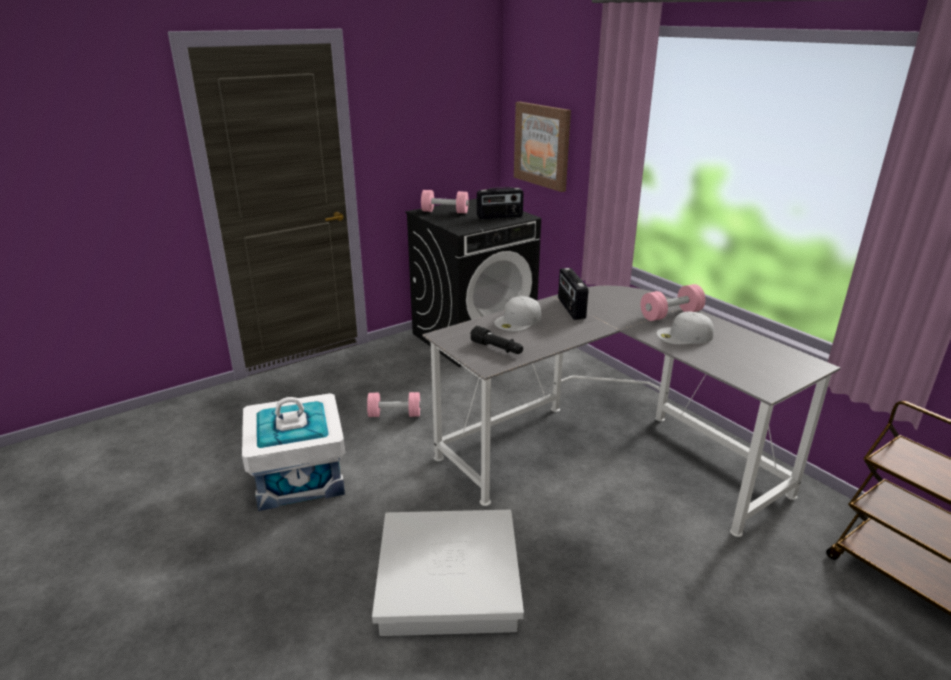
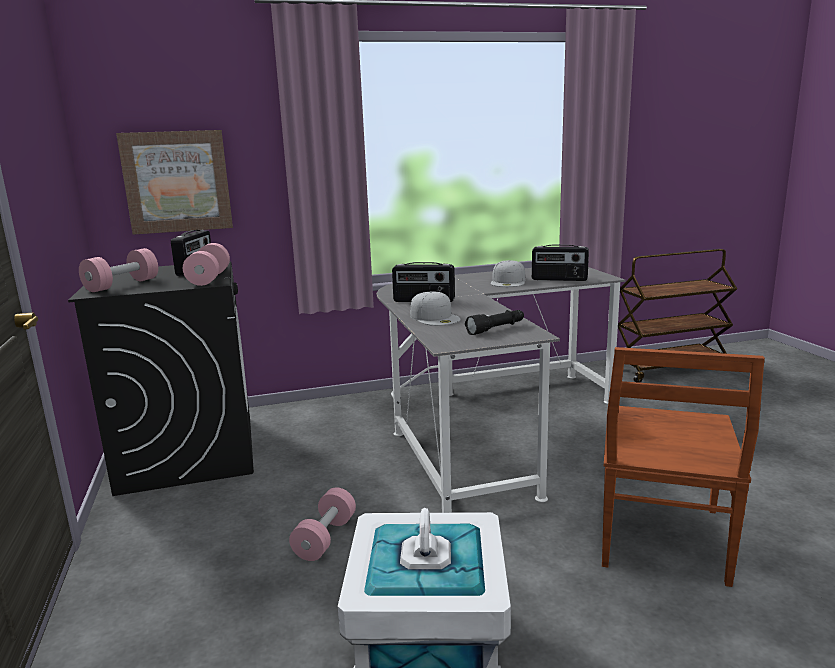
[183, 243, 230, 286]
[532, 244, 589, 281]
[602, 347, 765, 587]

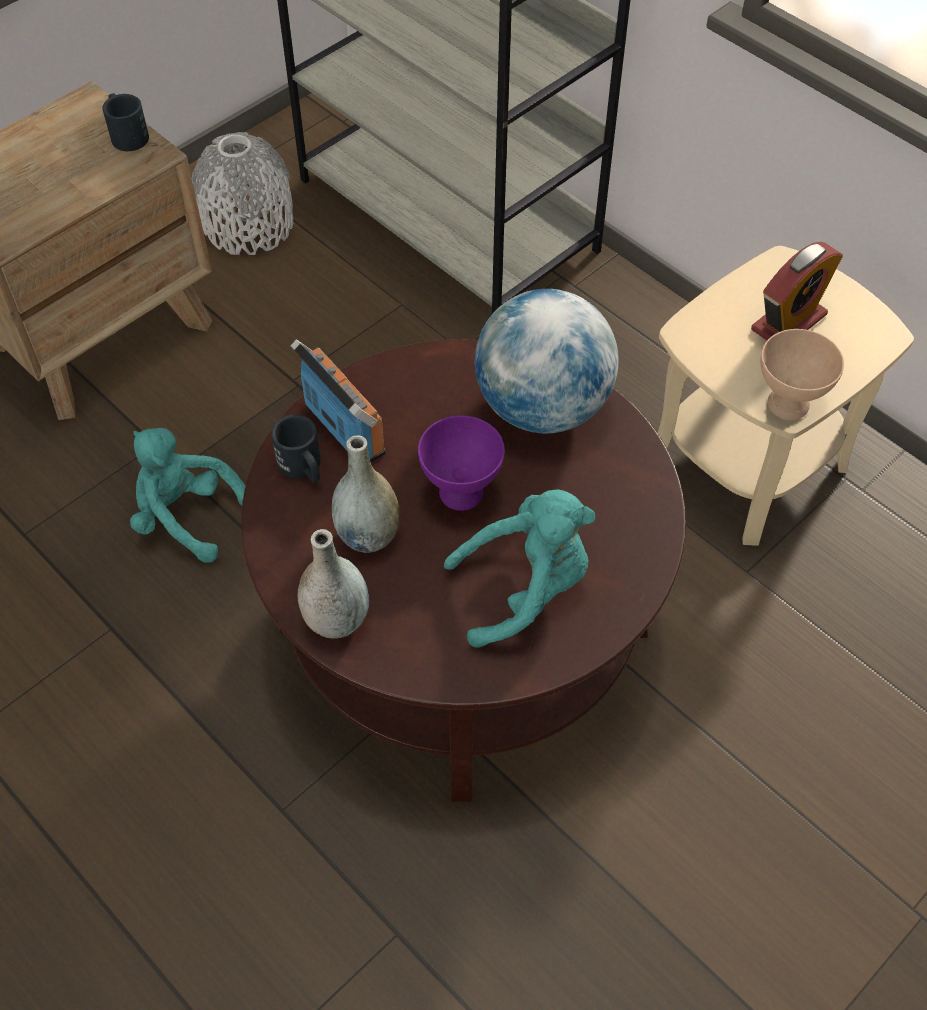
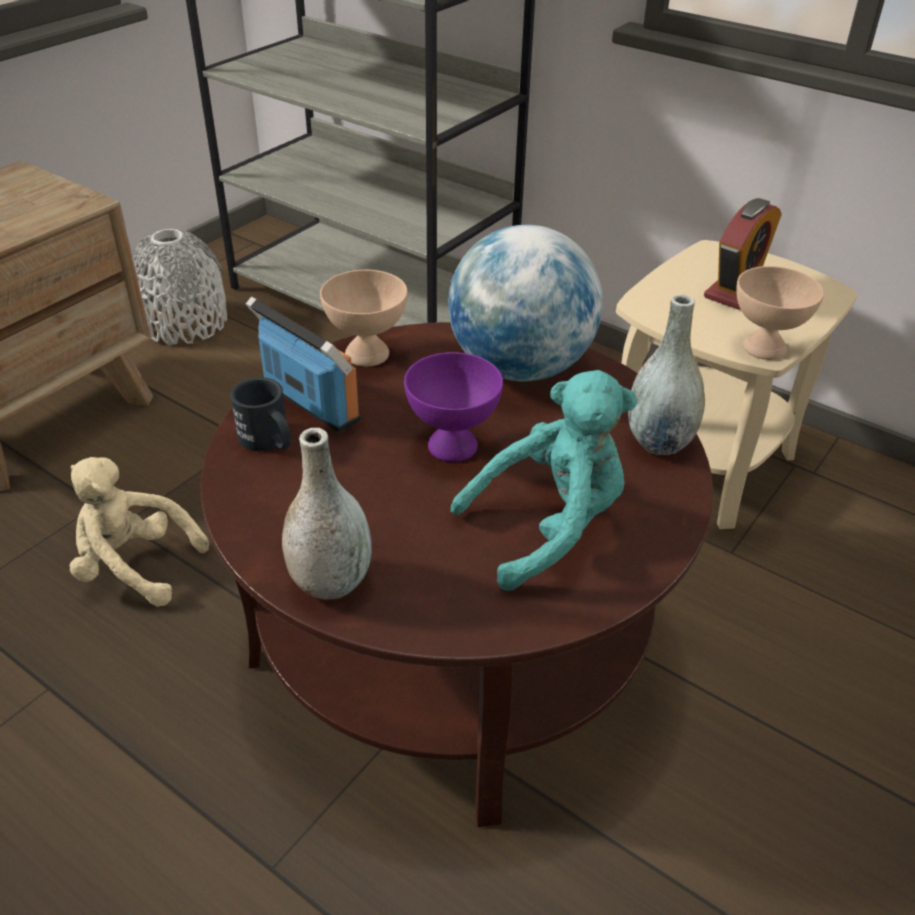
[69, 457, 209, 607]
[320, 270, 408, 367]
[628, 295, 705, 455]
[102, 93, 149, 151] (first image)

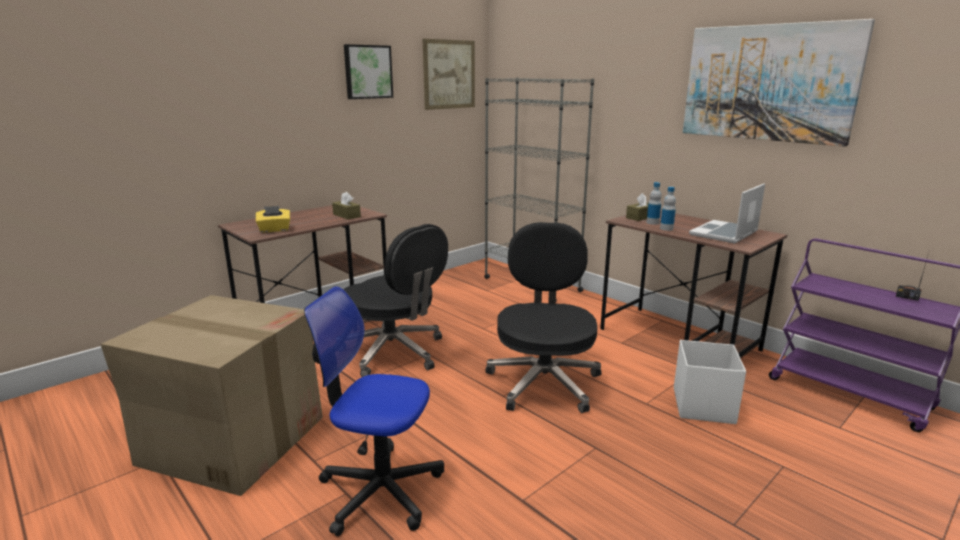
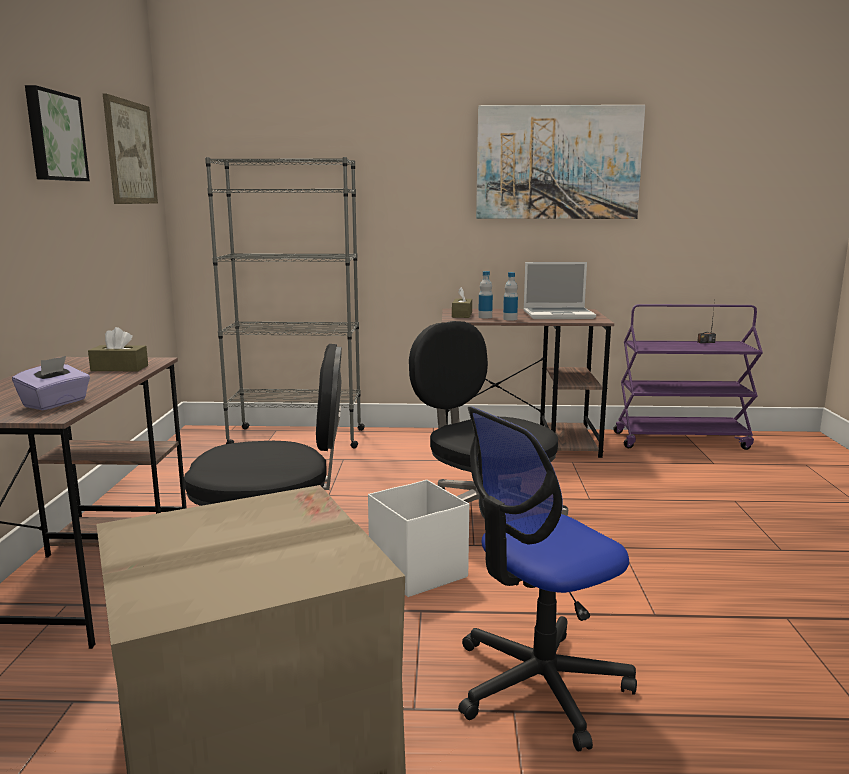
[12, 356, 90, 410]
[368, 480, 469, 597]
[523, 262, 596, 319]

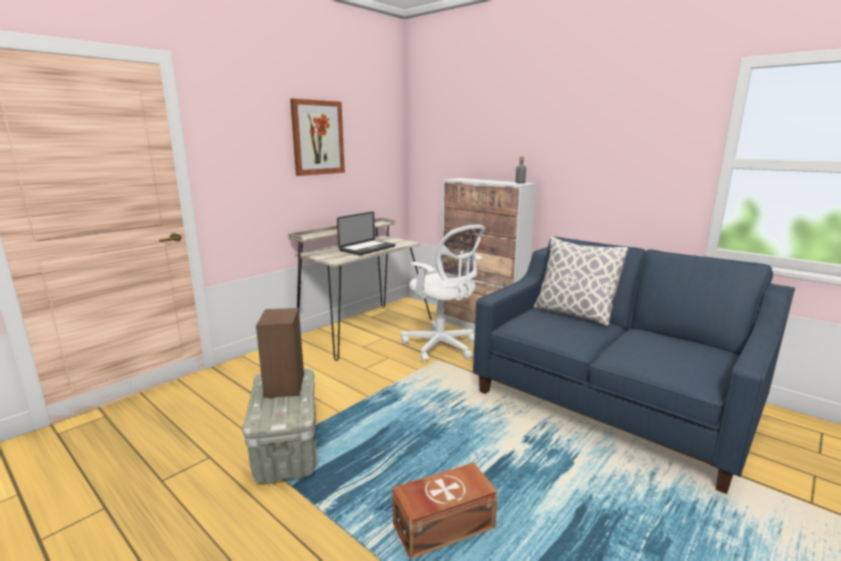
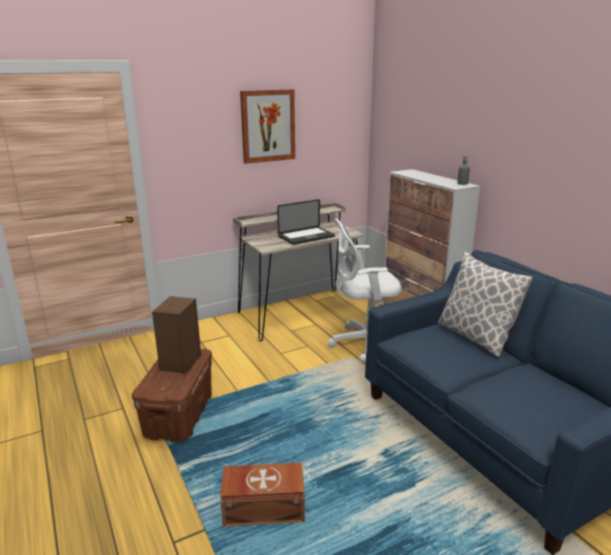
[132, 349, 212, 442]
[327, 219, 402, 364]

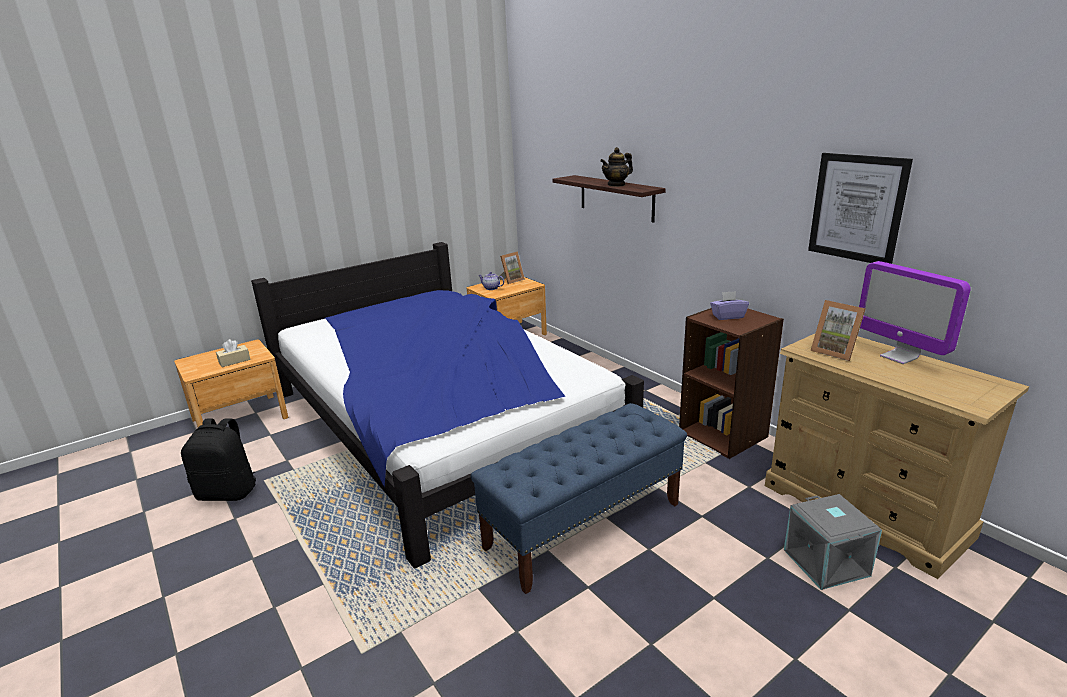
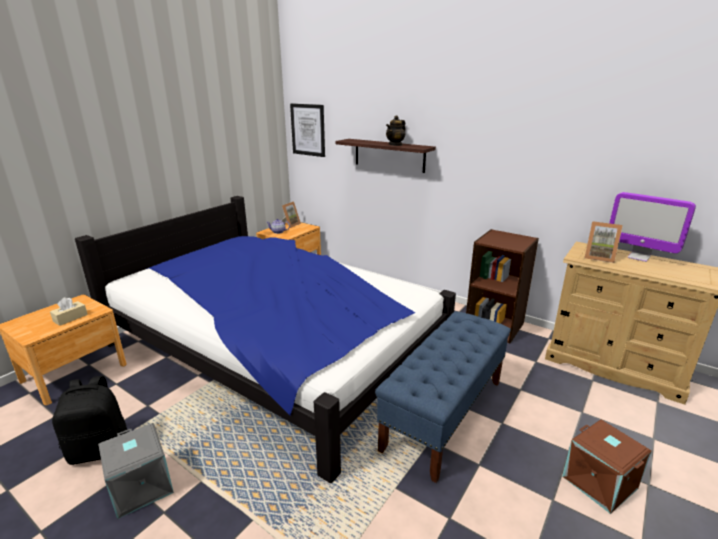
[98, 423, 174, 519]
[290, 103, 325, 157]
[562, 419, 652, 514]
[710, 291, 749, 320] (first image)

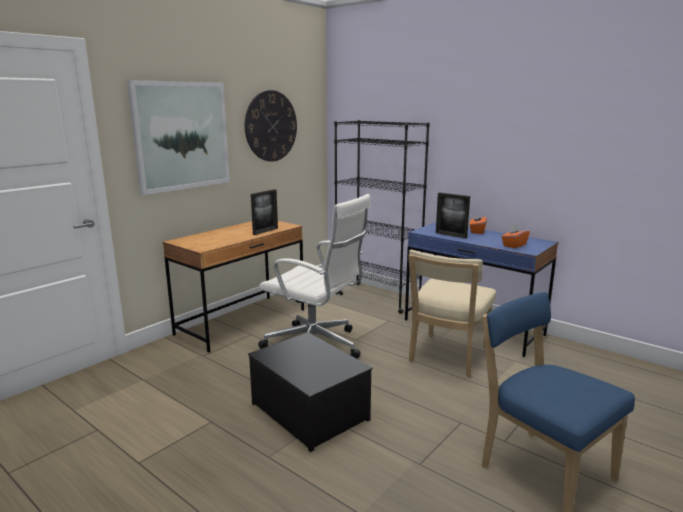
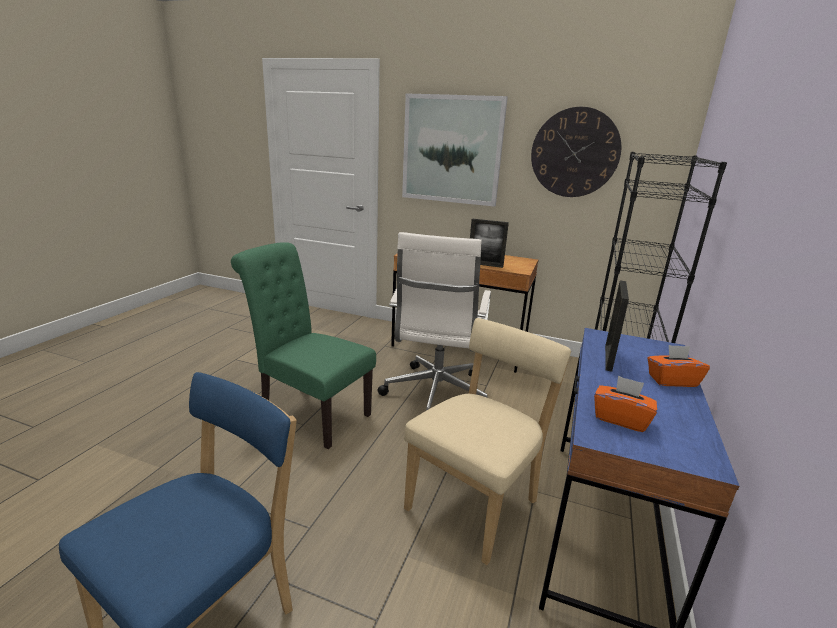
[231, 242, 376, 449]
[404, 318, 571, 565]

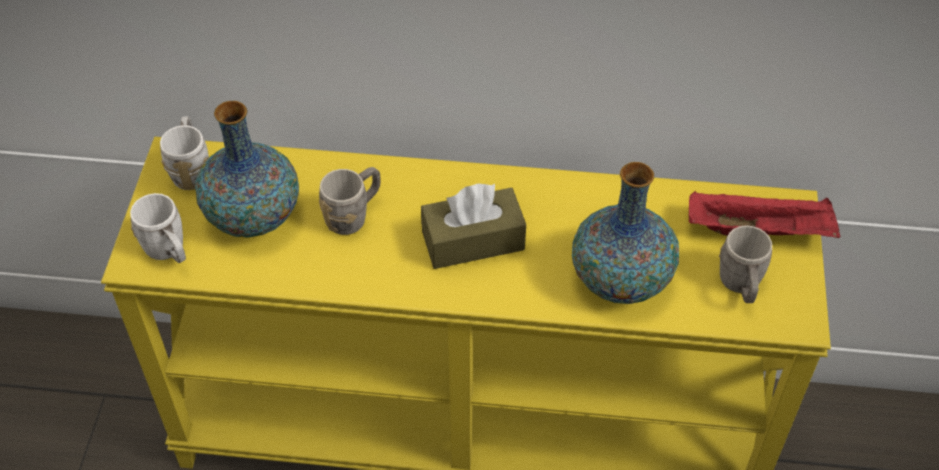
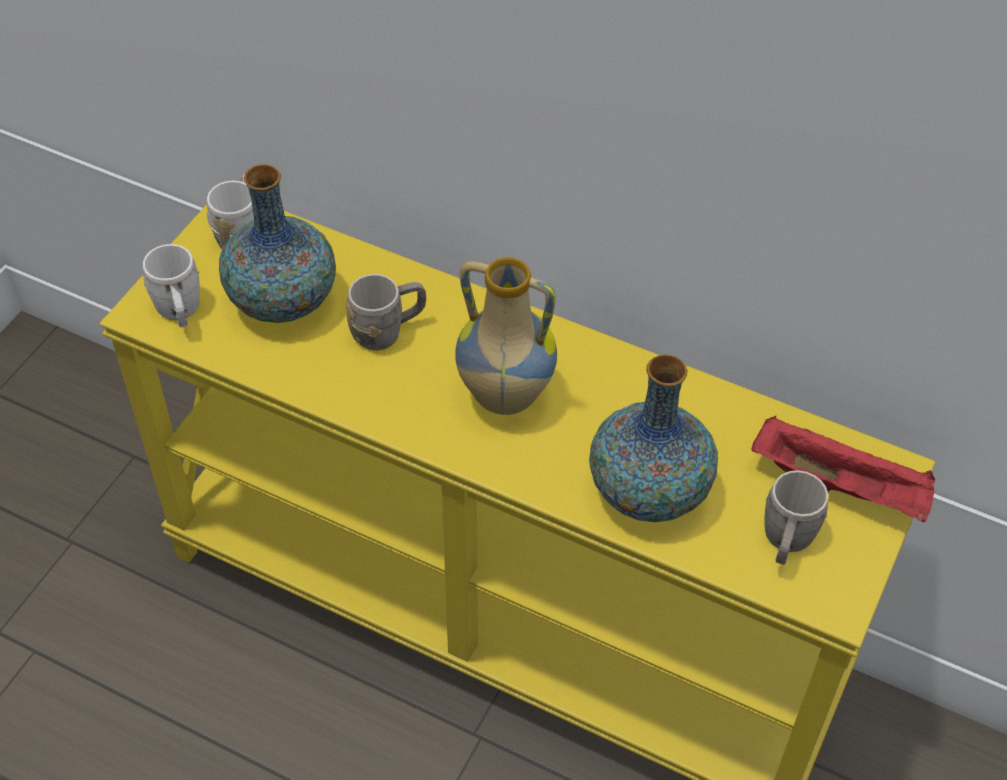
[455, 257, 557, 415]

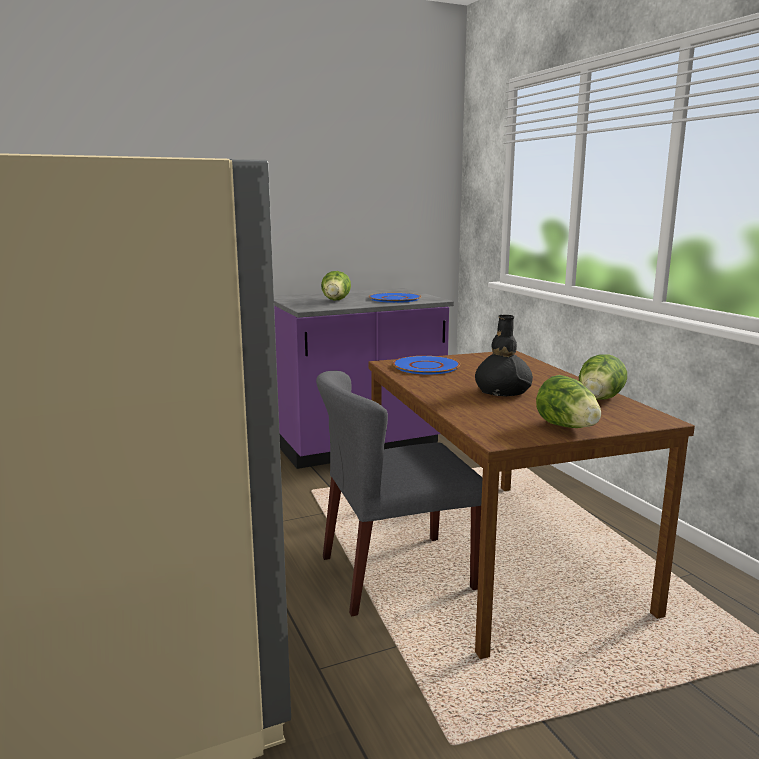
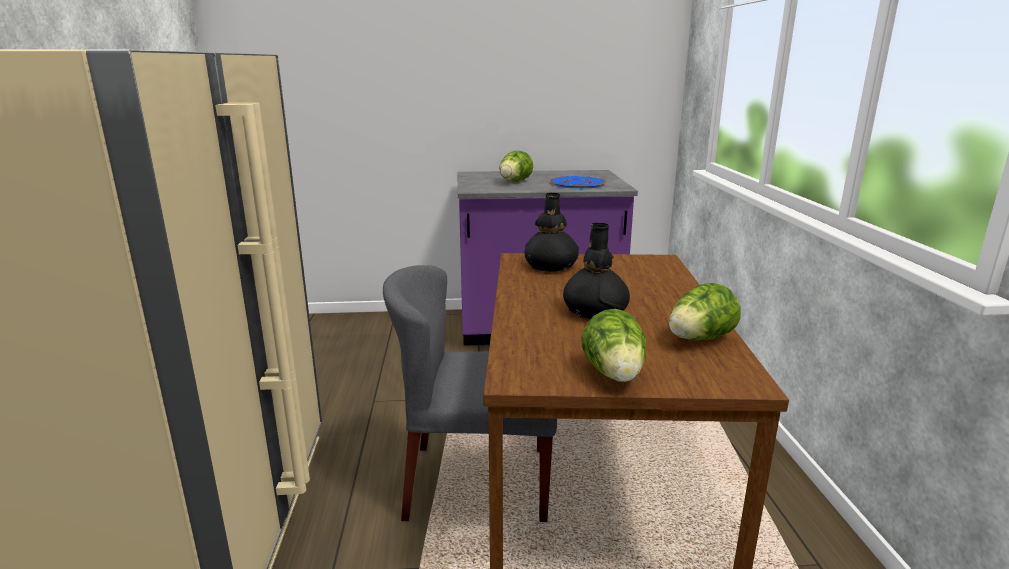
[525, 193, 579, 272]

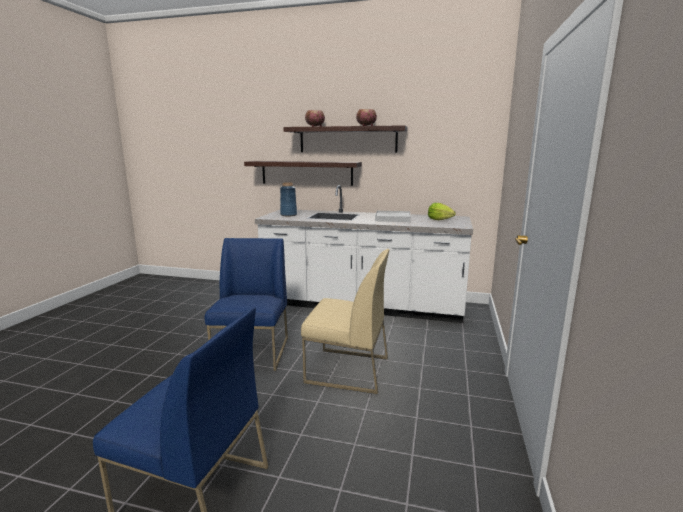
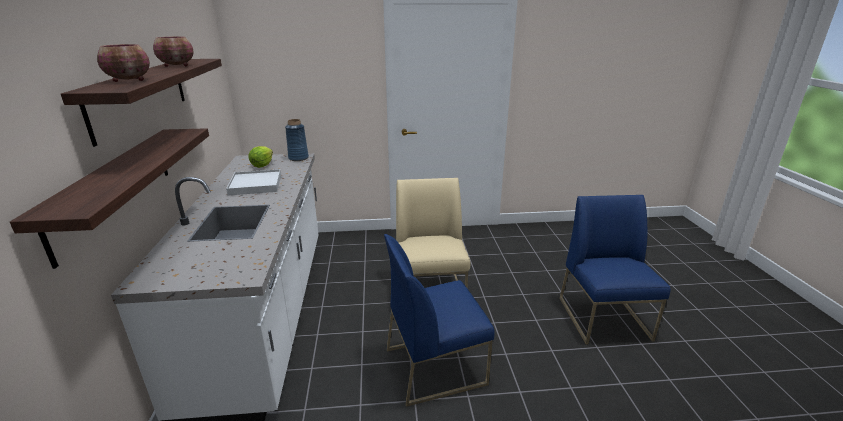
[285, 119, 309, 161]

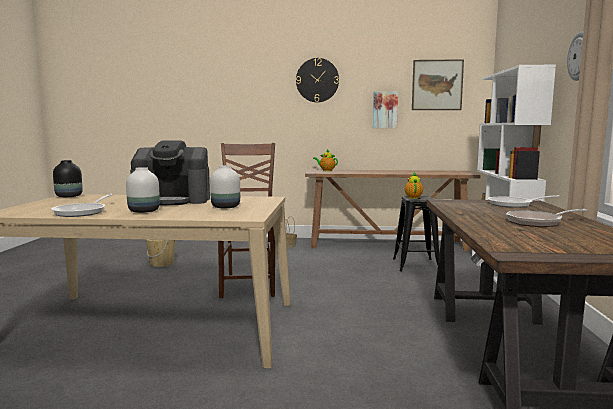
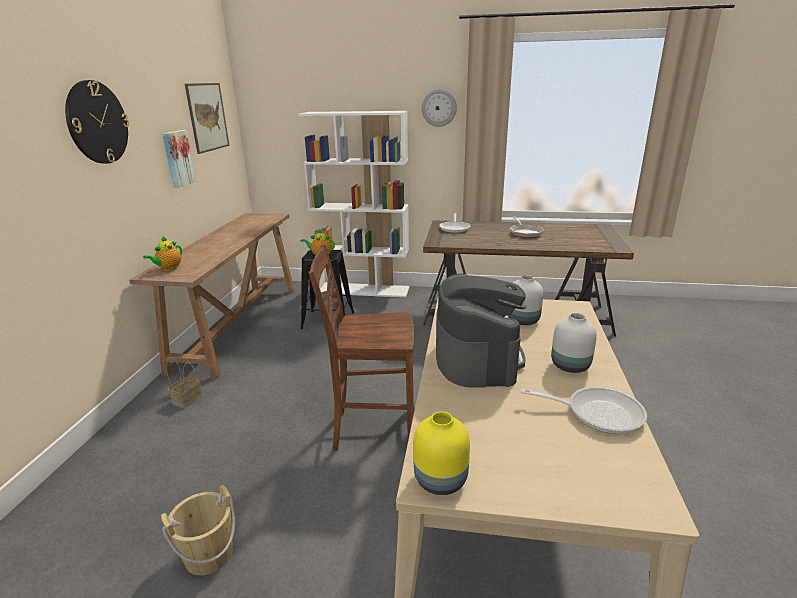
[413, 411, 470, 495]

